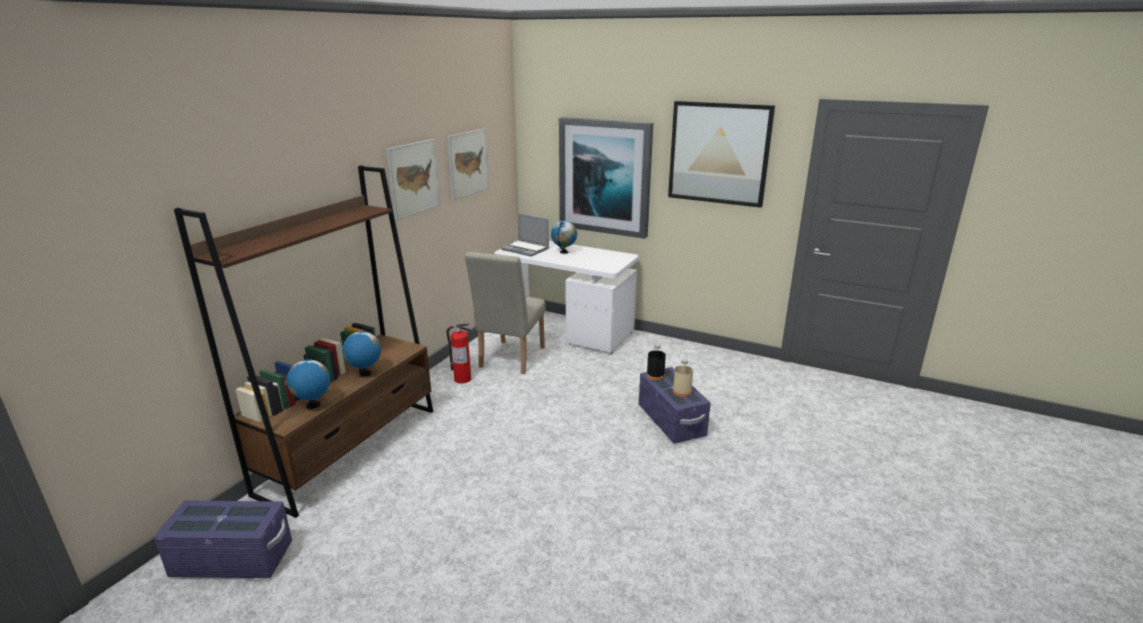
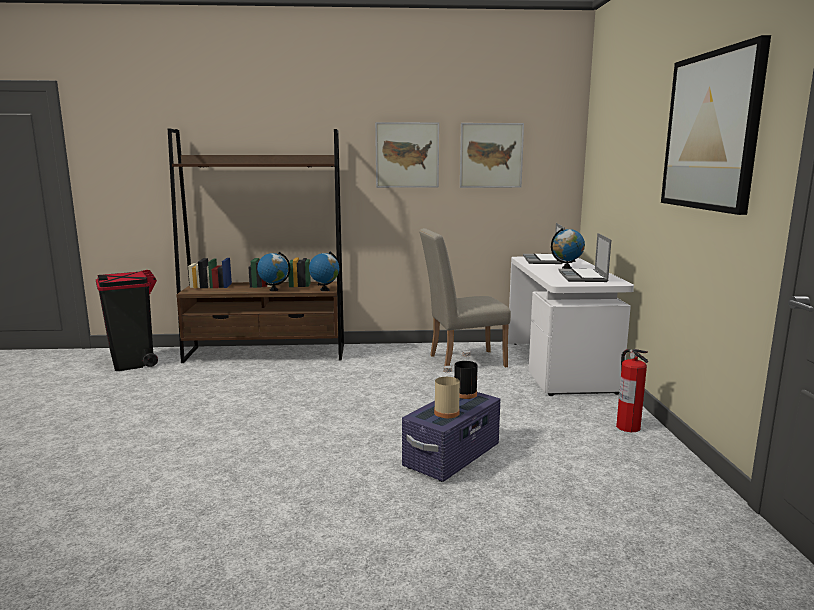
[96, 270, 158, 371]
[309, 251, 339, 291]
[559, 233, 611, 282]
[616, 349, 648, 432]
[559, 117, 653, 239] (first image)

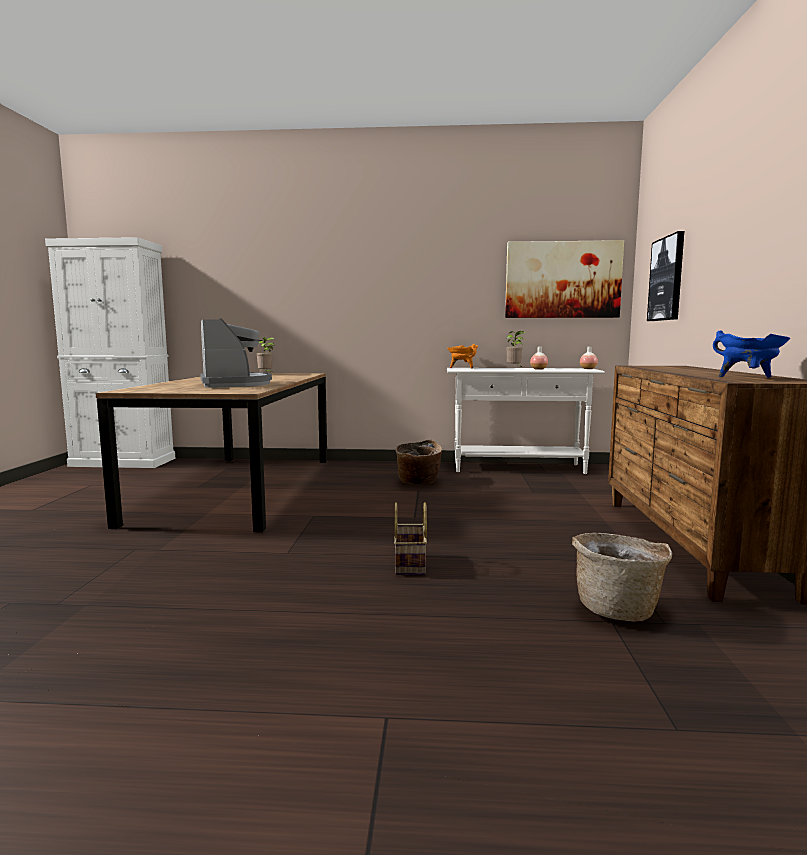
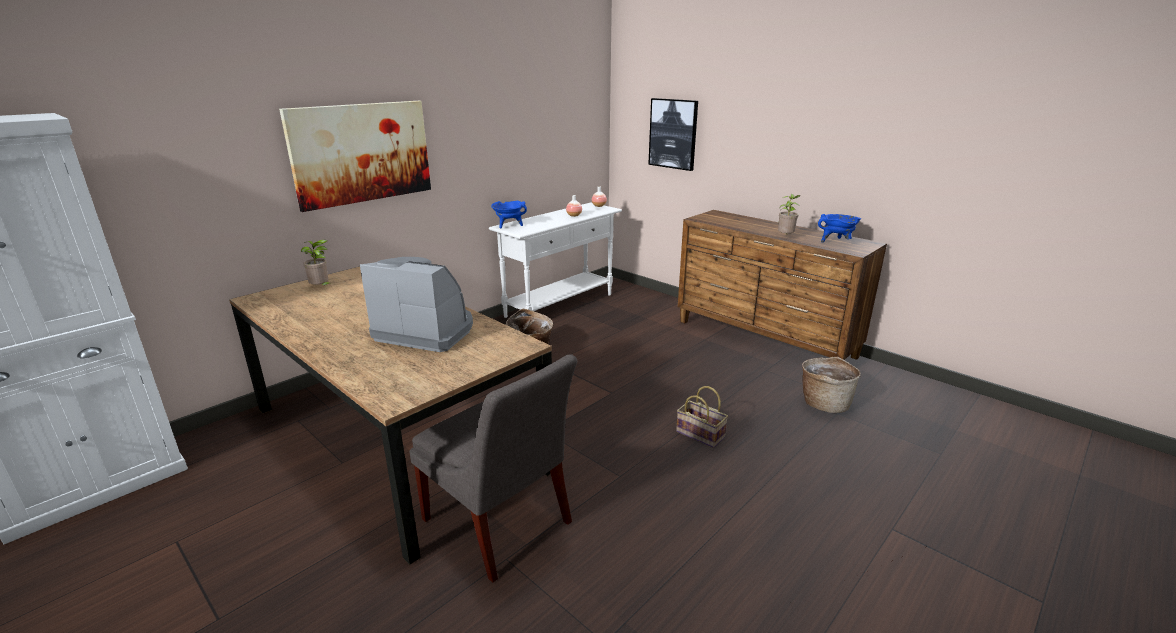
[279, 101, 431, 212]
[410, 354, 577, 582]
[491, 201, 527, 228]
[778, 194, 801, 234]

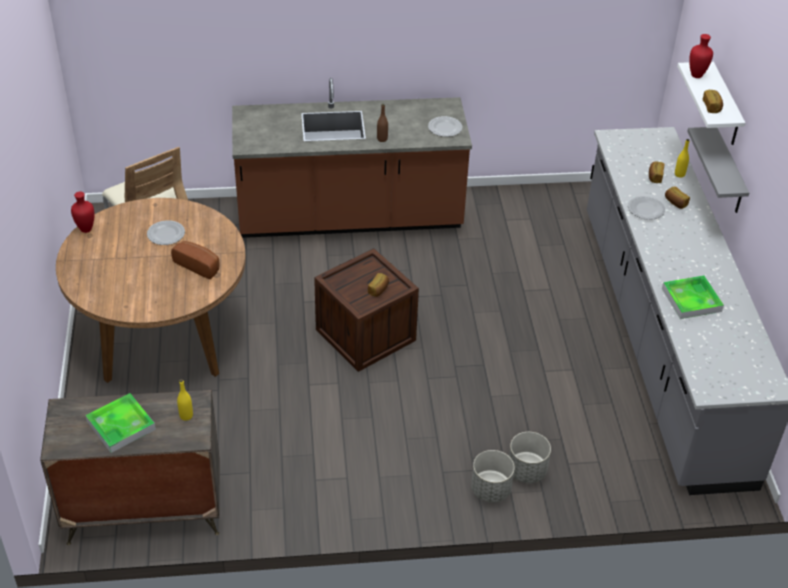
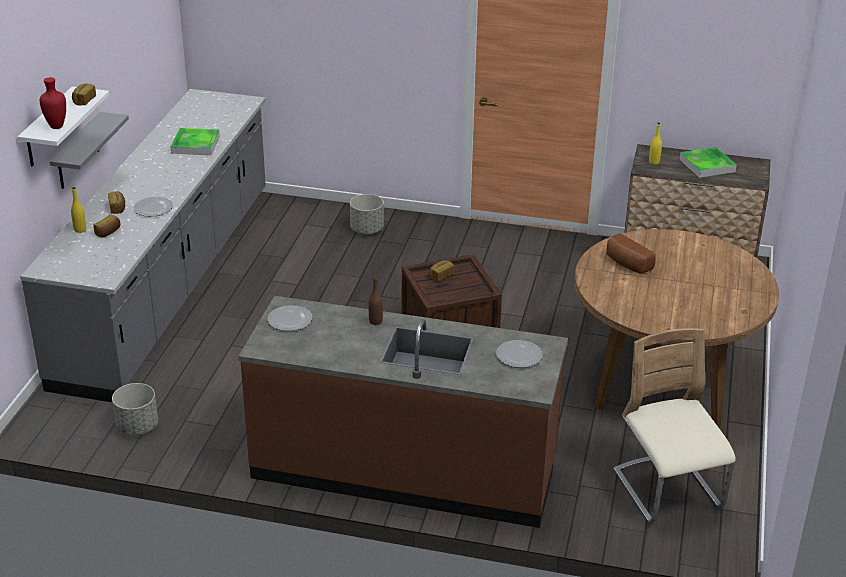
[112, 383, 158, 435]
[496, 340, 543, 368]
[71, 191, 94, 233] (first image)

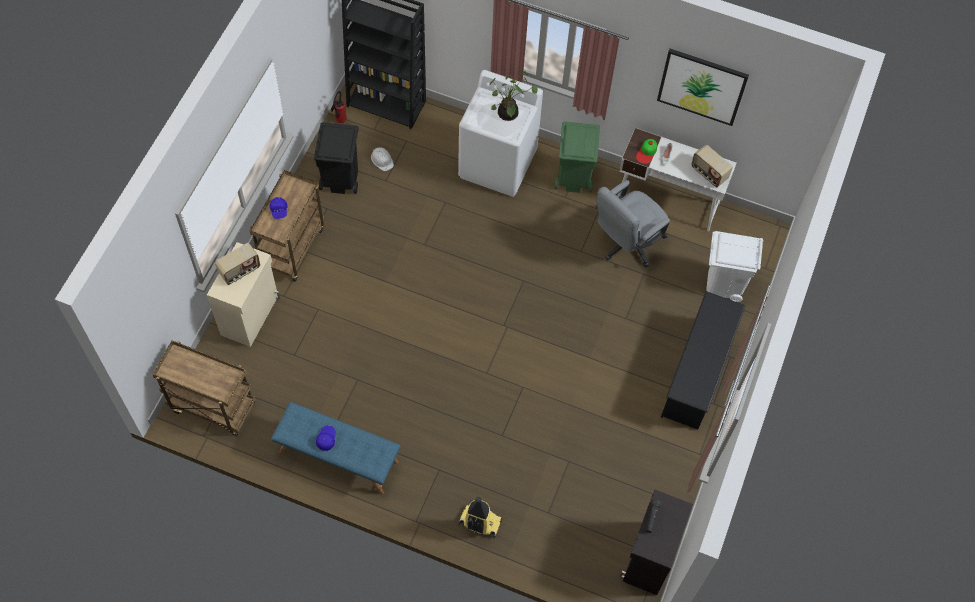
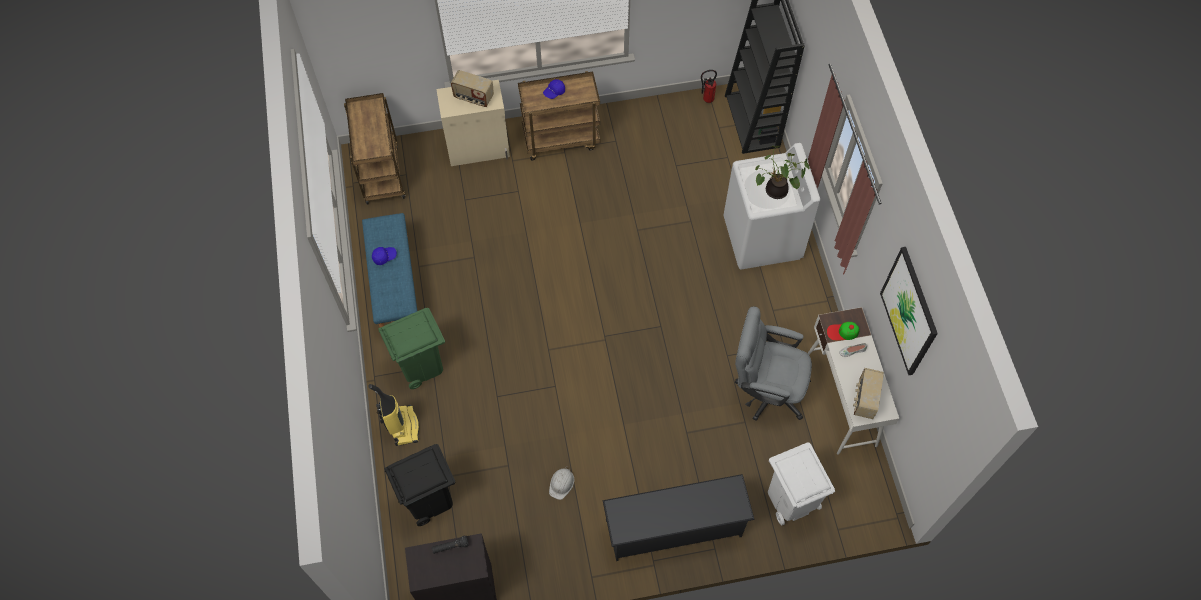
[378, 308, 445, 389]
[385, 444, 456, 526]
[549, 466, 574, 500]

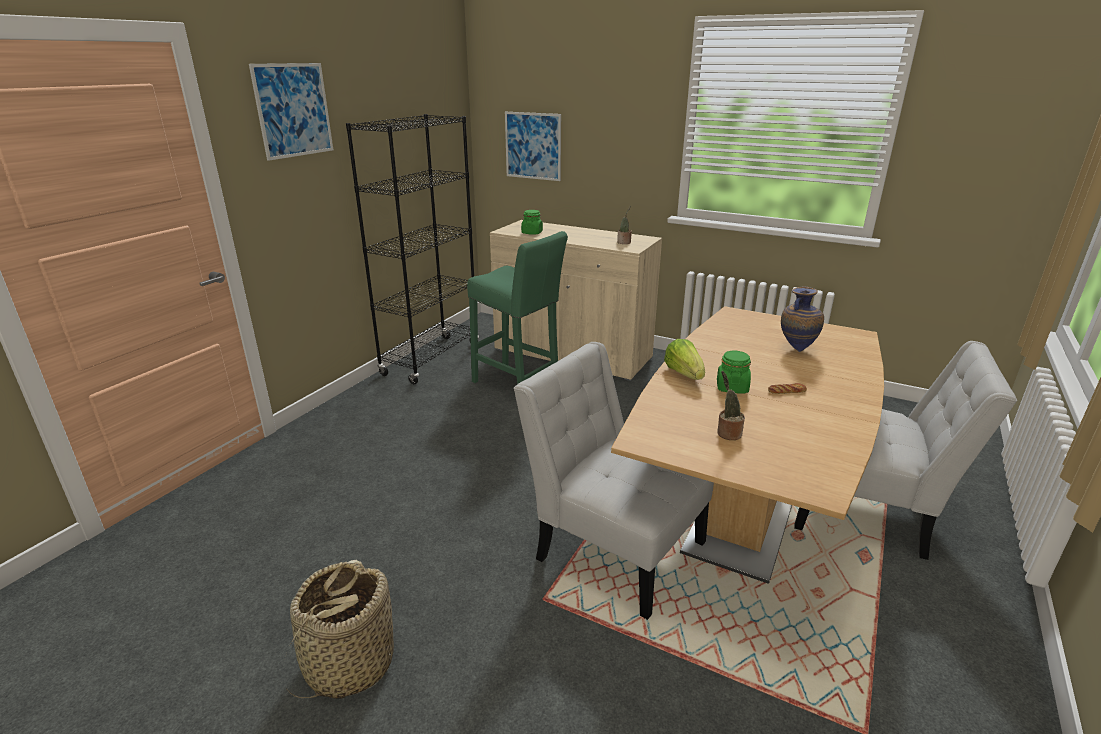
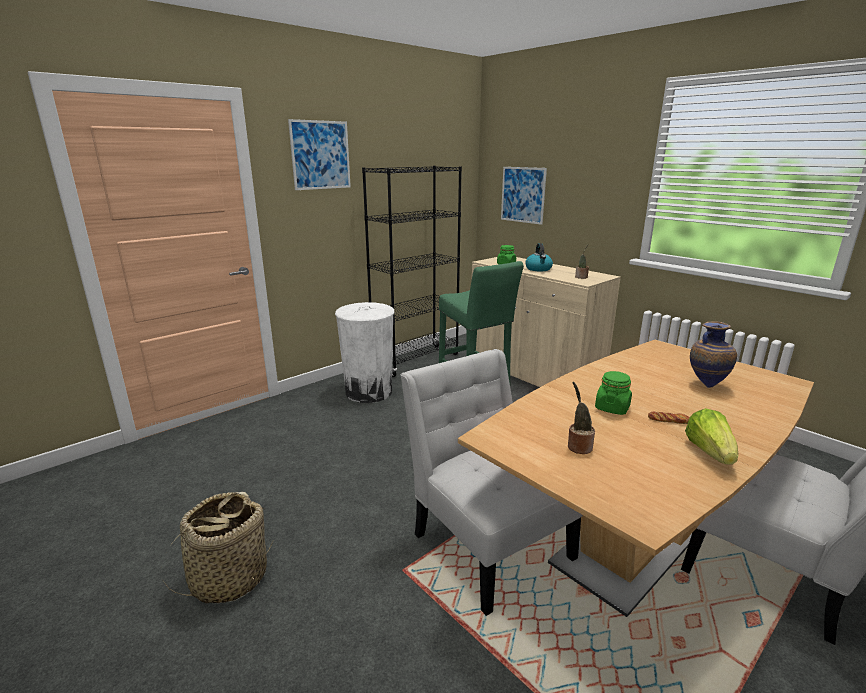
[335, 302, 394, 403]
[525, 243, 553, 271]
[685, 408, 738, 465]

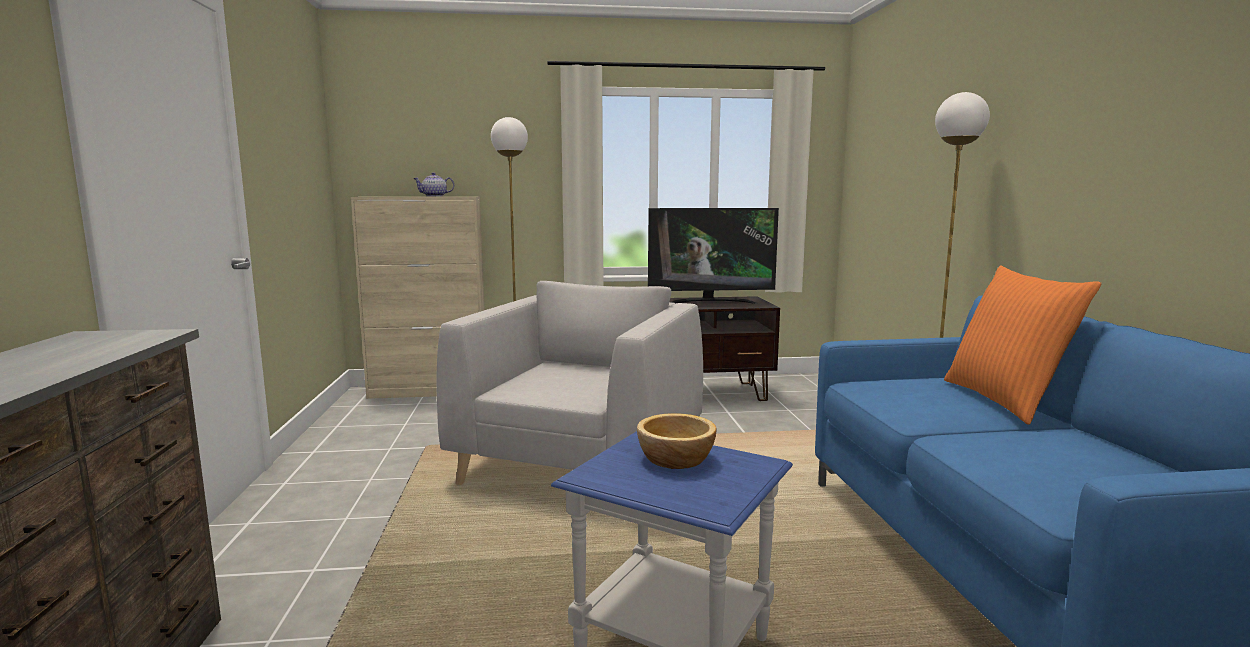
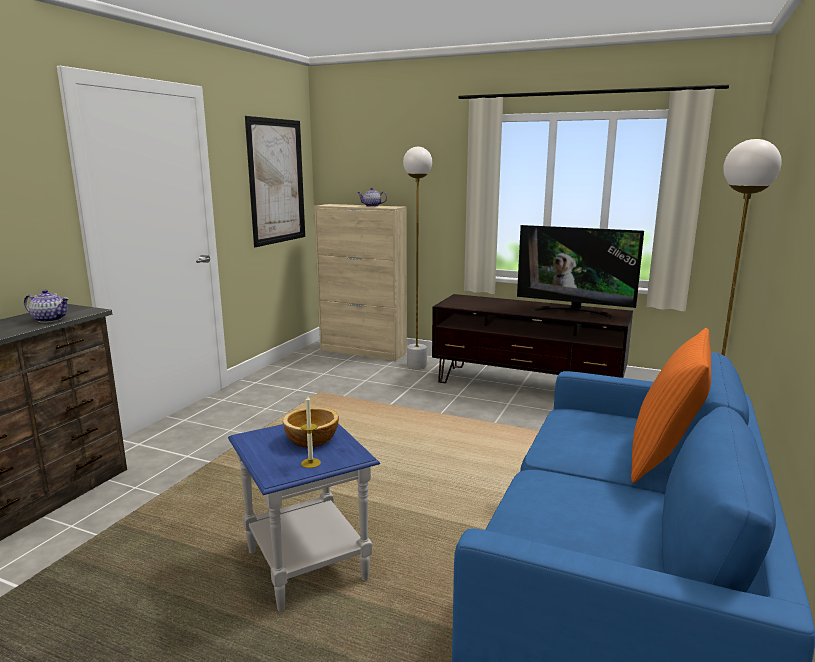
[24, 289, 70, 323]
[245, 116, 305, 247]
[301, 394, 321, 468]
[437, 281, 703, 485] (first image)

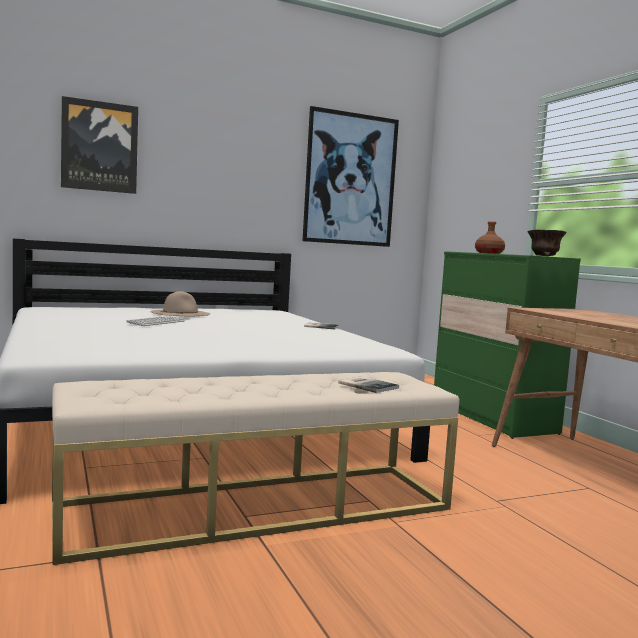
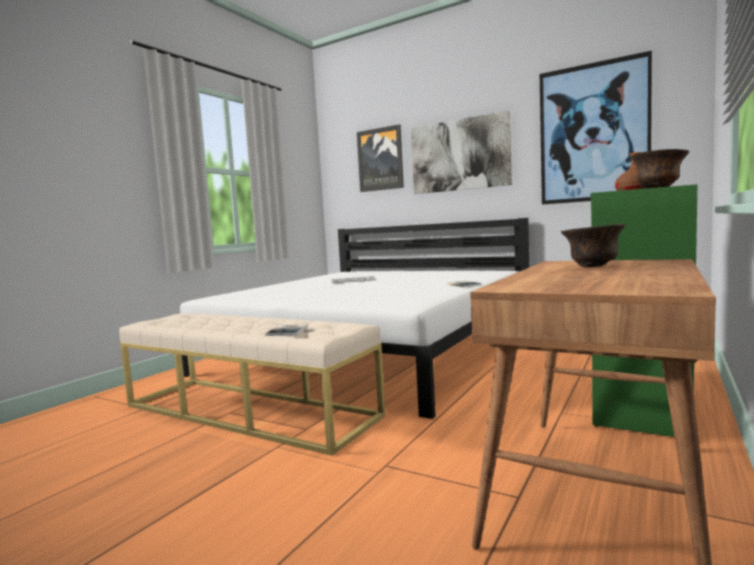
[411, 111, 512, 194]
[561, 224, 626, 267]
[150, 291, 210, 317] (first image)

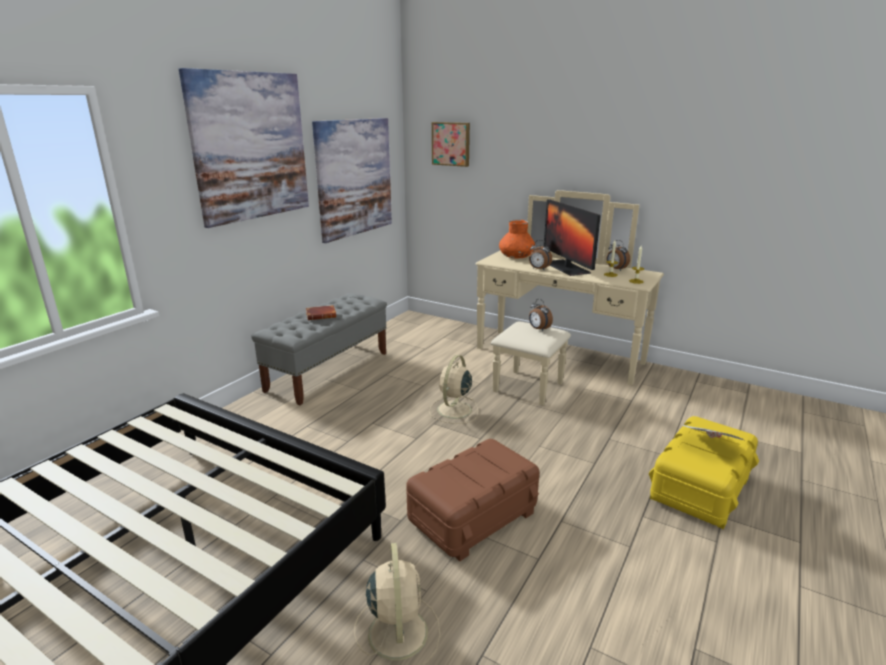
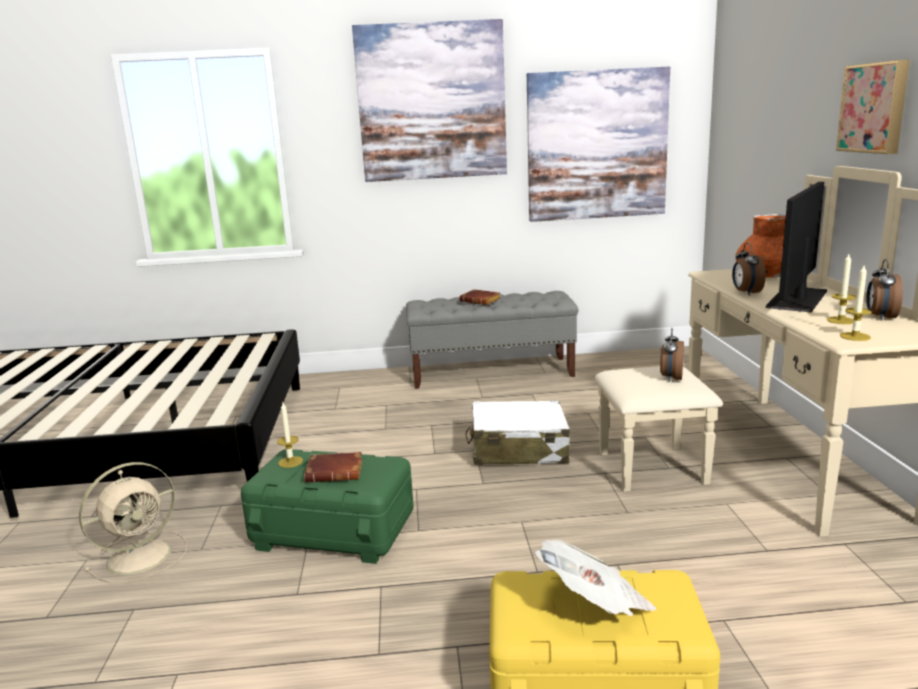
[241, 449, 414, 564]
[277, 403, 303, 468]
[304, 452, 363, 482]
[465, 400, 570, 465]
[836, 60, 910, 154]

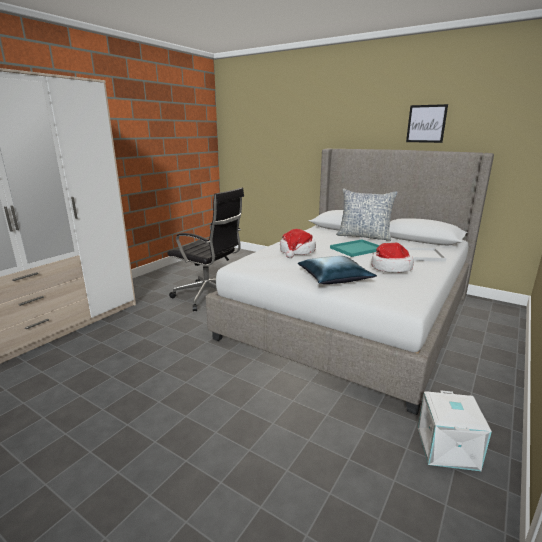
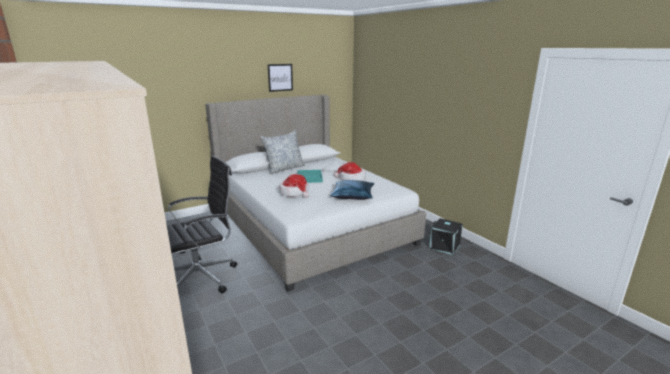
[429, 218, 463, 255]

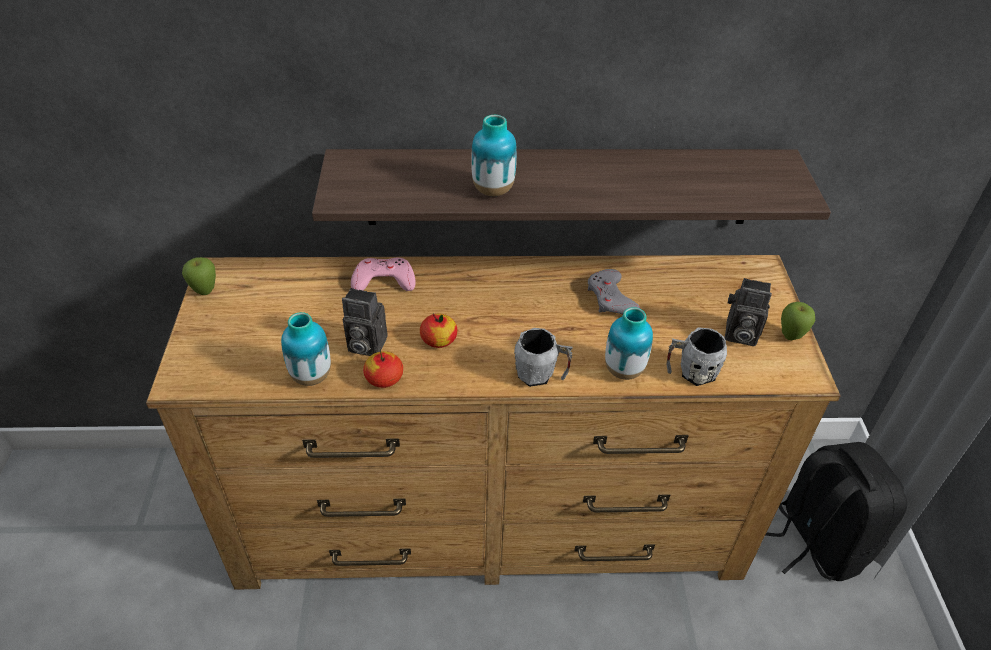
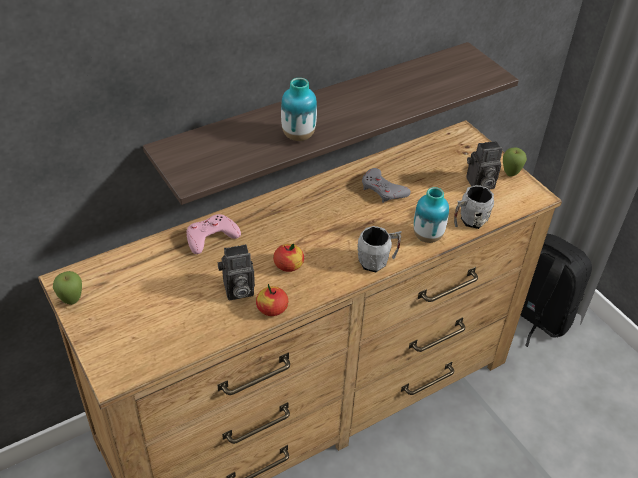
[281, 312, 331, 386] (first image)

